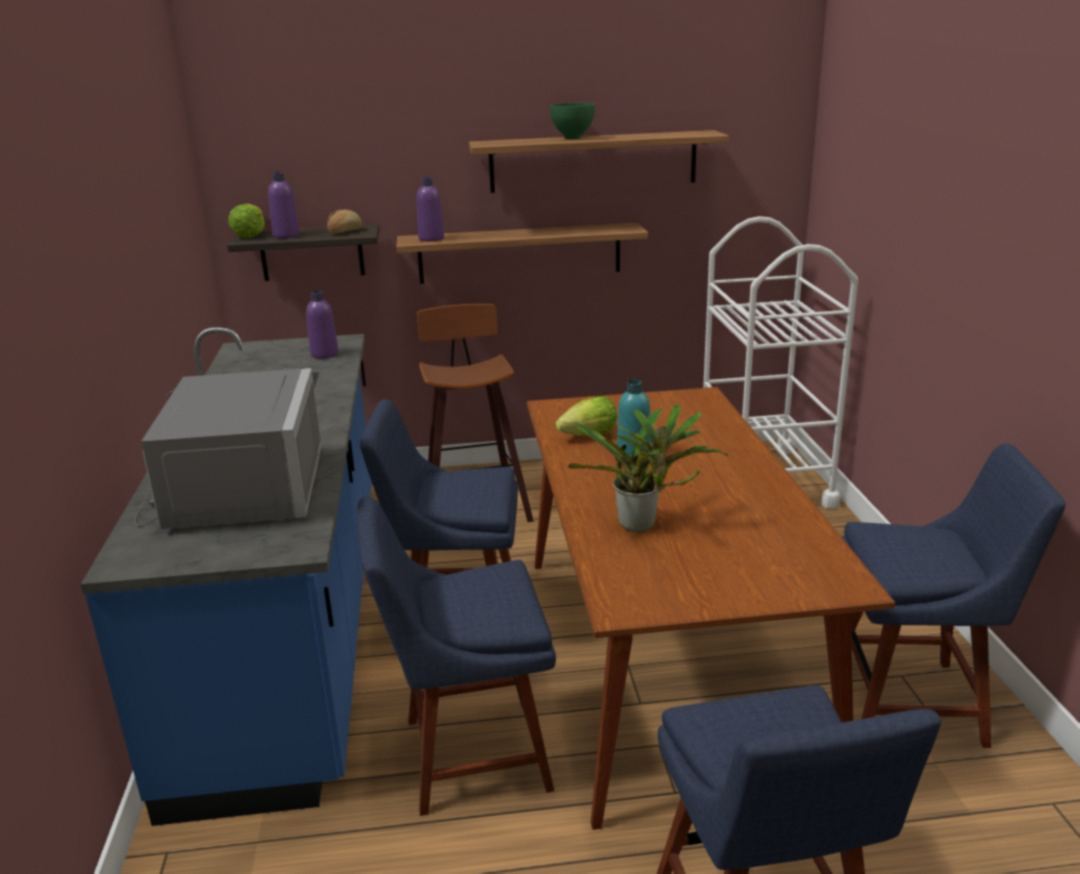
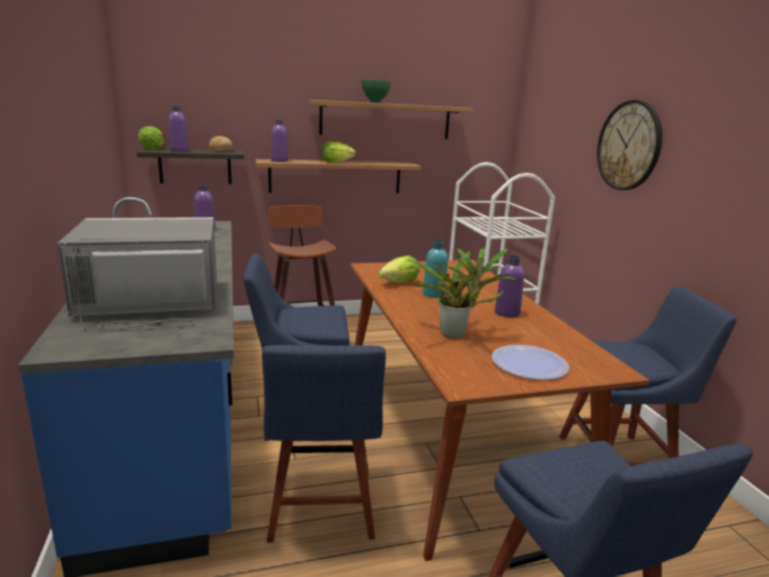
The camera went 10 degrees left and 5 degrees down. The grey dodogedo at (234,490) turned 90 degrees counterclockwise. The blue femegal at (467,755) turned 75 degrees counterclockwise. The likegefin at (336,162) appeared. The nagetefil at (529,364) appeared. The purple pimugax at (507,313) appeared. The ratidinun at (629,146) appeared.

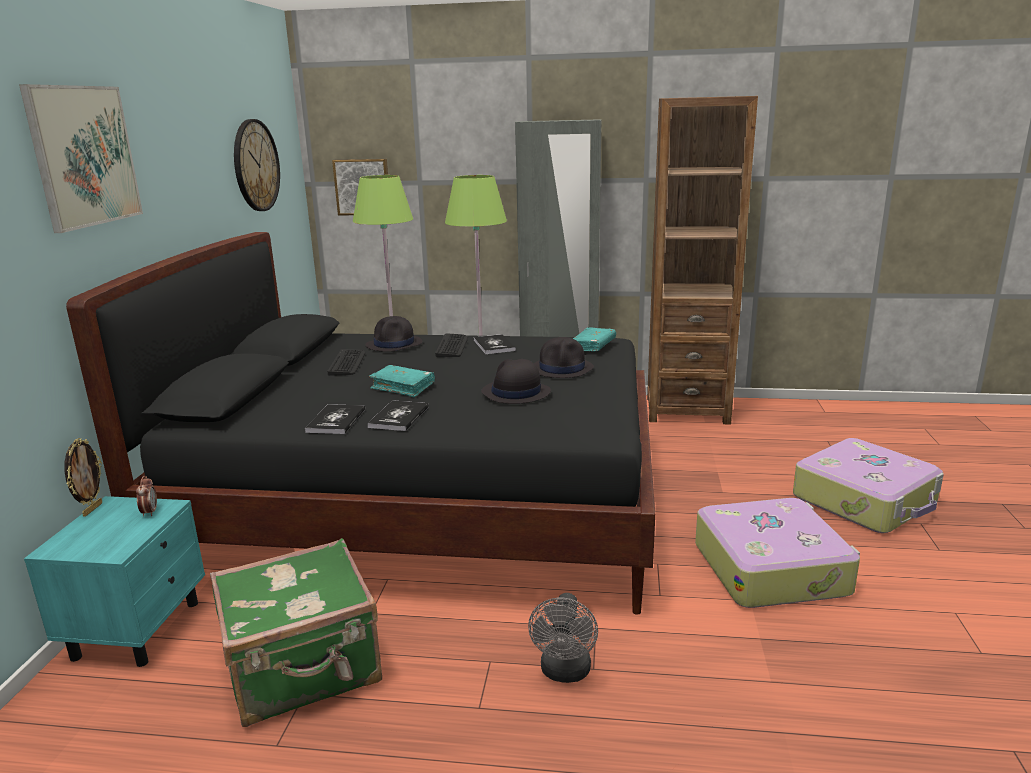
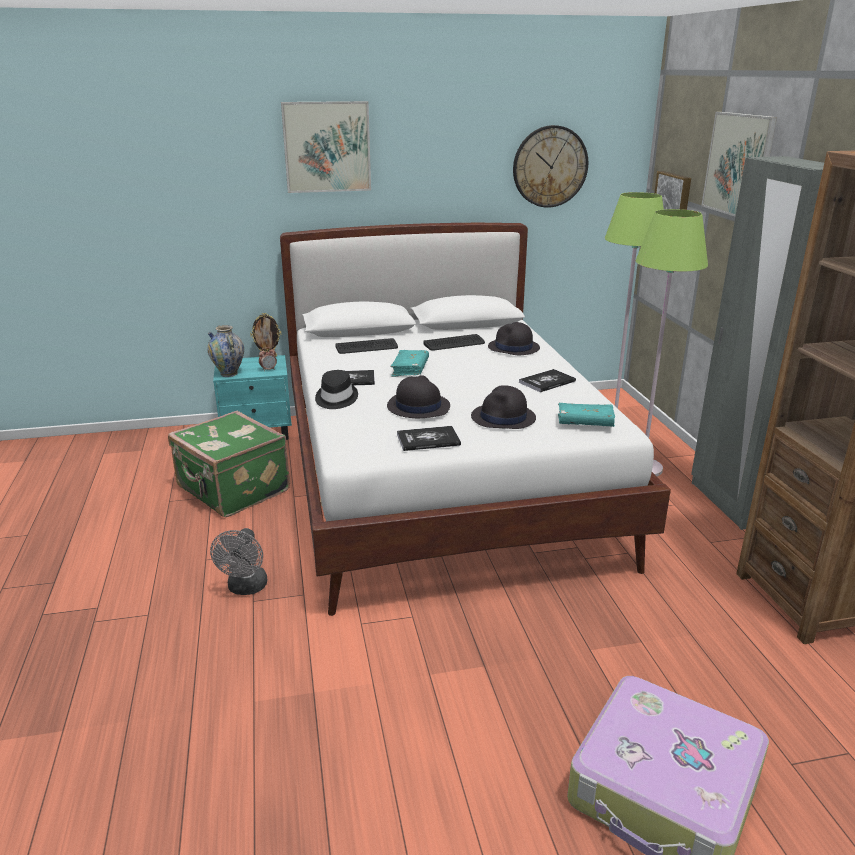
The camera went 70 degrees right and 5 degrees up. The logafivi at (229,374) appeared. The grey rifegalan at (565,673) turned 75 degrees counterclockwise. The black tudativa at (425,506) became the white tudativa at (443,482). The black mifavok at (335,399) appeared. The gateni moved from (452,346) to (367,347). The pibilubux moved from (336,420) to (428,440). The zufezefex at (738,165) appeared. The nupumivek at (771,568) disappeared.

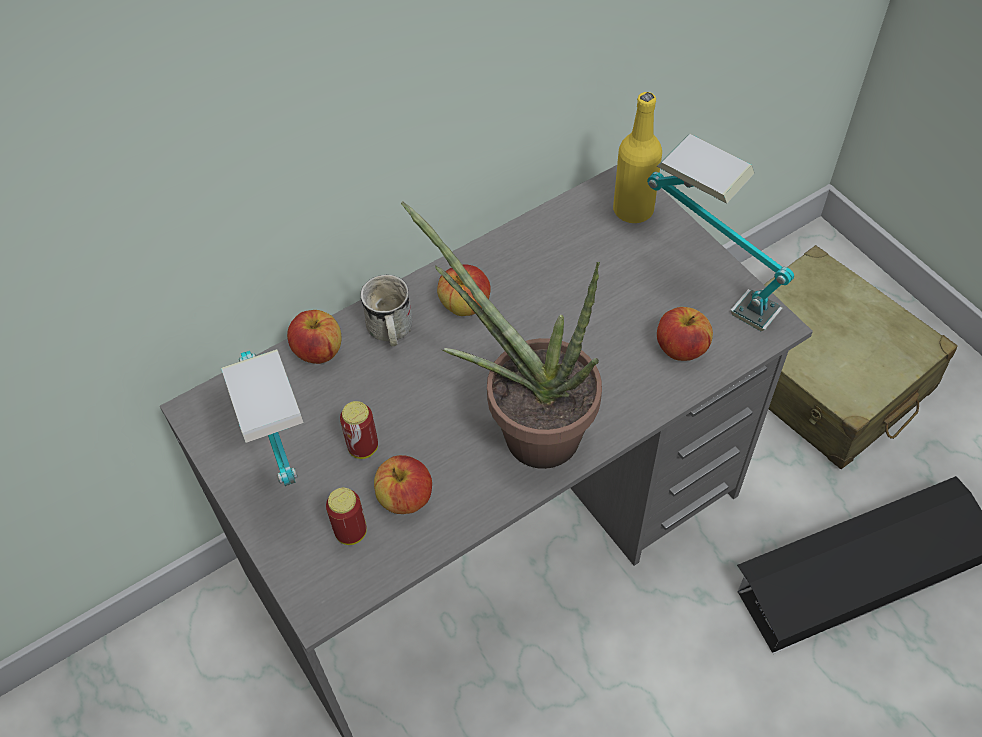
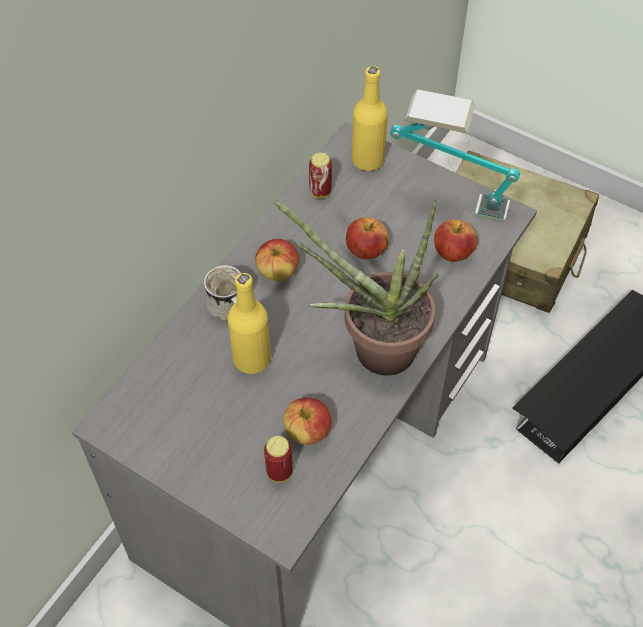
The camera went 25 degrees left and 0 degrees up. The yellow pimugax at (252,359) appeared. The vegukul moved from (363,447) to (320,192). The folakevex moved from (318,351) to (366,250). The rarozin at (286,462) disappeared.

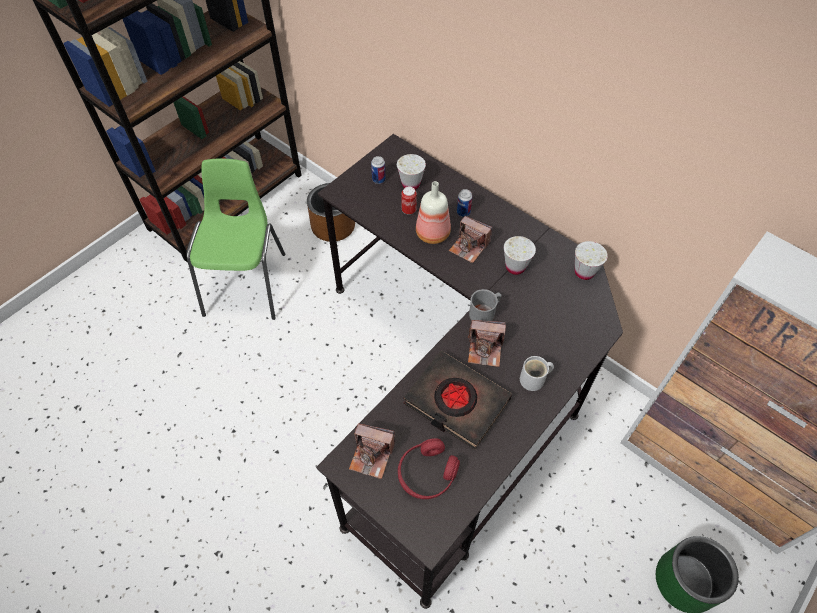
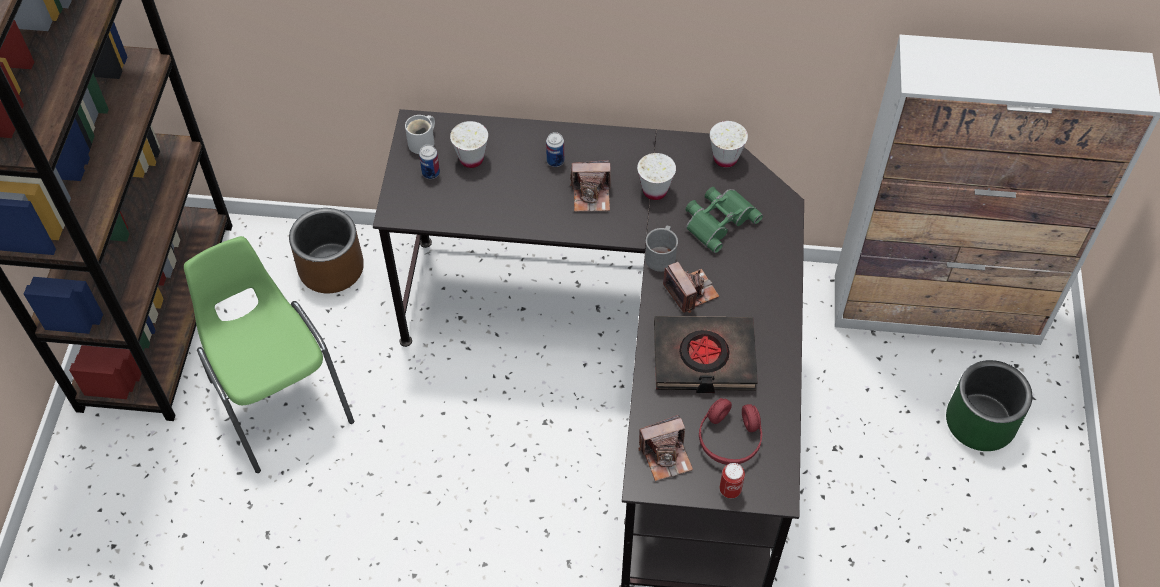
The camera went 35 degrees left and 0 degrees up. The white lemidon moved from (534,380) to (423,142). The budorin at (485,349) turned 90 degrees counterclockwise. The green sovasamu at (718,220) appeared. The vegukul moved from (409,210) to (730,489). The pimugax at (432,233) disappeared.

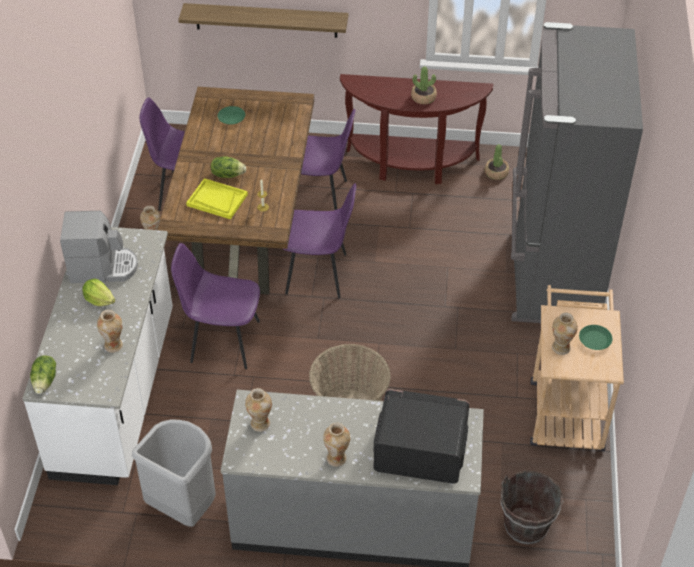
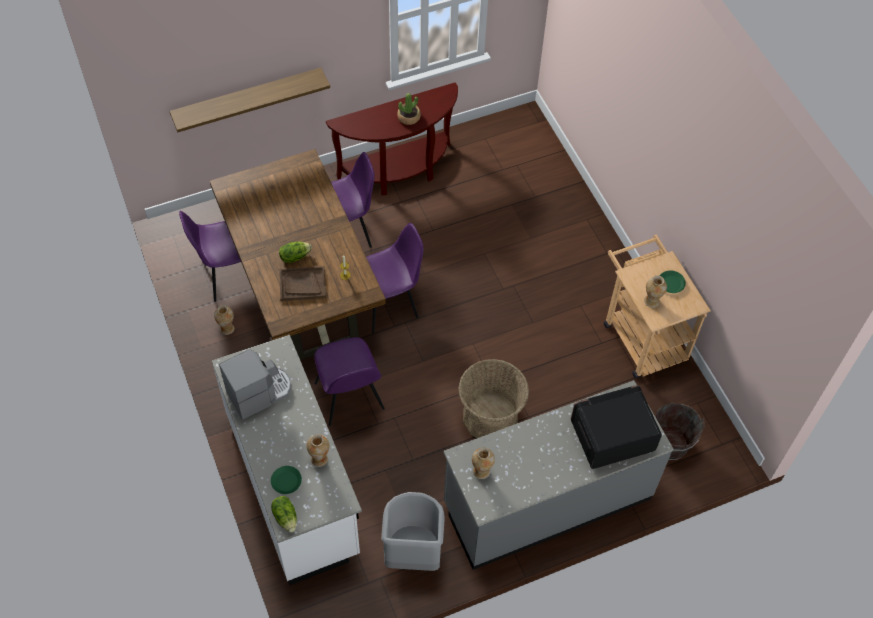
The camera went 30 degrees left and 10 degrees up. The green nagetefil moved from (231,118) to (286,481). The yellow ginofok at (217,200) became the brown ginofok at (302,285). The purple femegal at (223,341) turned 90 degrees counterclockwise. The likegefin at (99,300) disappeared. The logafivi at (336,458) disappeared. The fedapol at (496,173) disappeared. The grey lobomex at (551,275) disappeared.

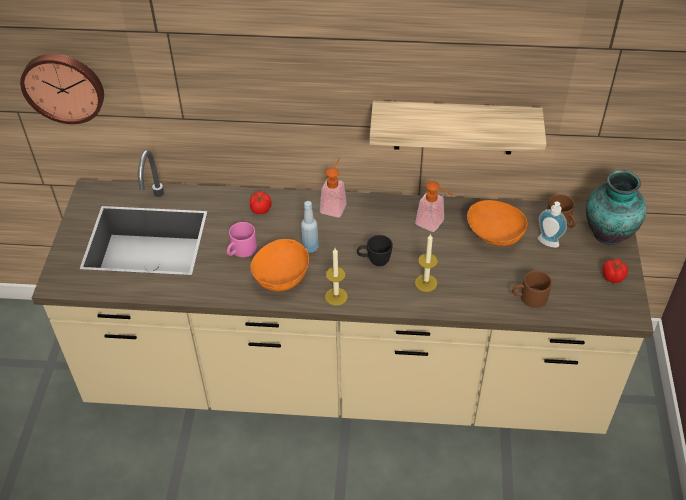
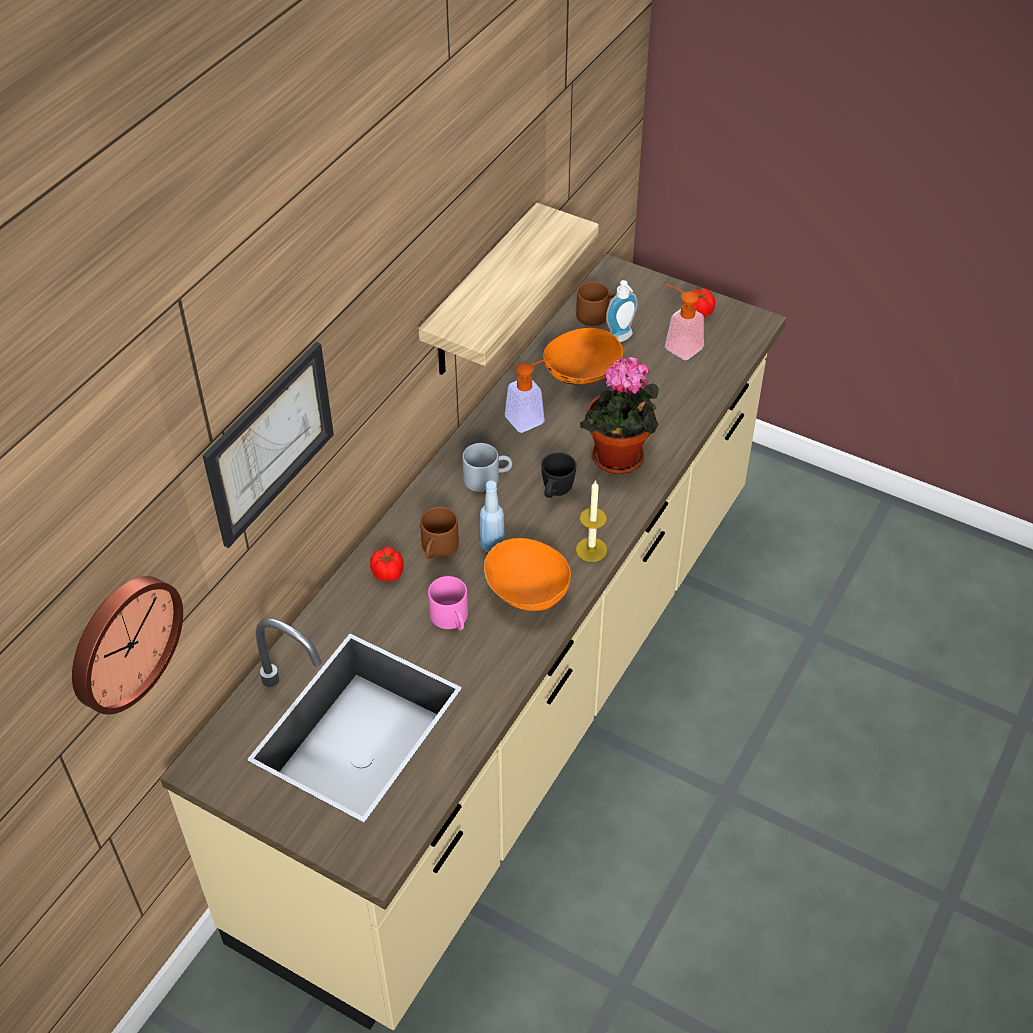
The camera went 65 degrees left and 0 degrees up. The zufezefex at (269,443) appeared. The brown lemidon moved from (529,298) to (438,549). The grey lemidon at (487,477) appeared. The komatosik at (426,283) was replaced by the fedapol at (618,461). The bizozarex moved from (334,205) to (678,345). The logafivi at (607,234) disappeared.

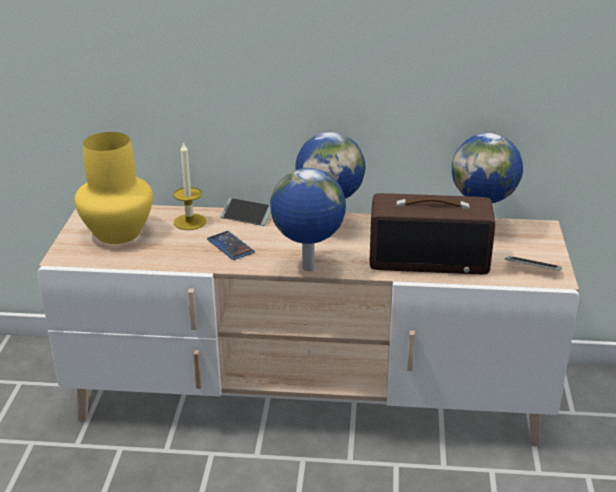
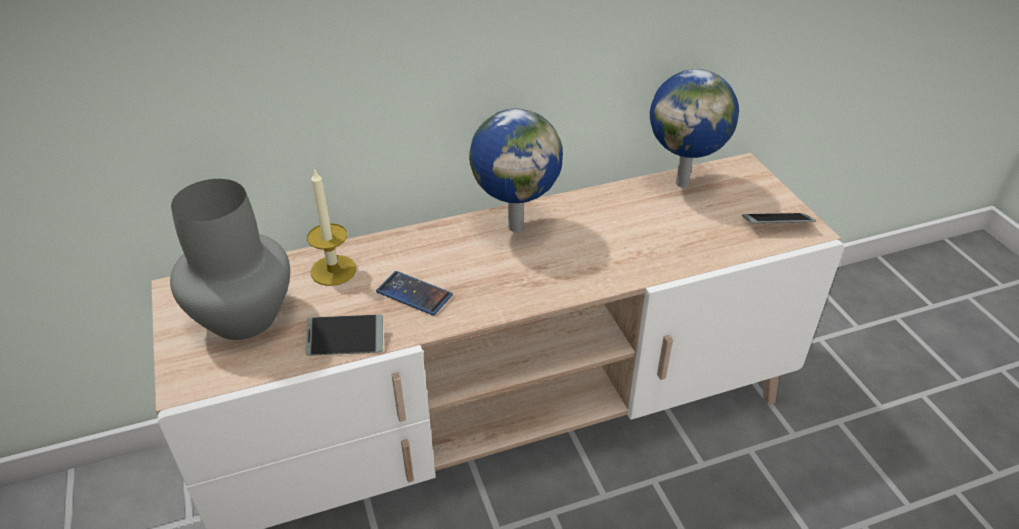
The camera went 25 degrees left and 10 degrees up. The yellow logafivi at (118,233) became the grey logafivi at (244,318). The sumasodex moved from (247,216) to (345,341). The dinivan at (308,268) disappeared. The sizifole at (429,259) disappeared.

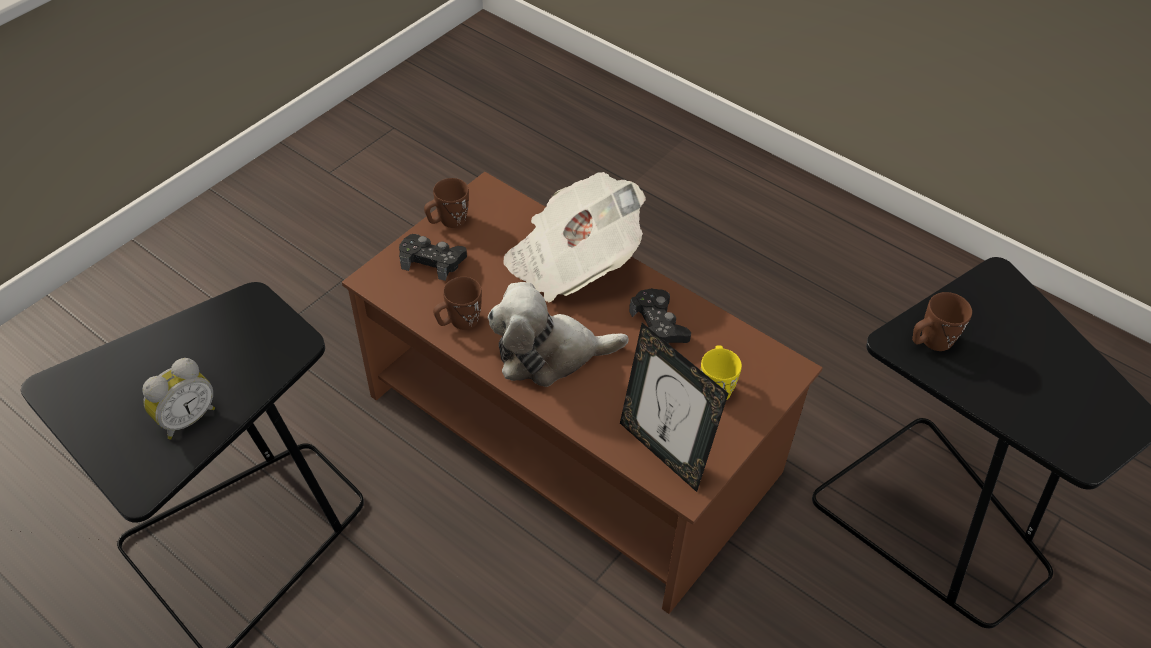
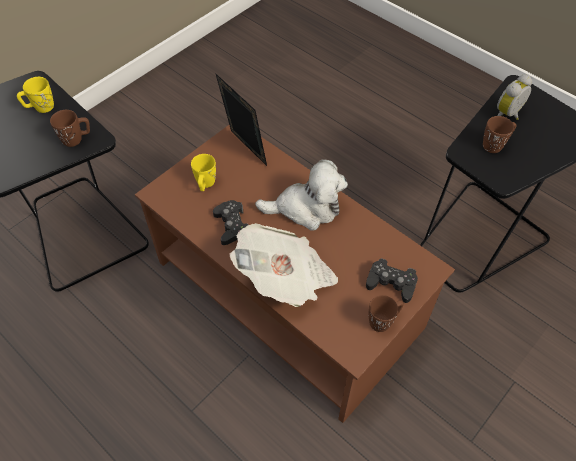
The camera went 175 degrees left and 5 degrees up. The yellow lemidon at (40,107) appeared. The brown lemidon moved from (459,322) to (495,145).

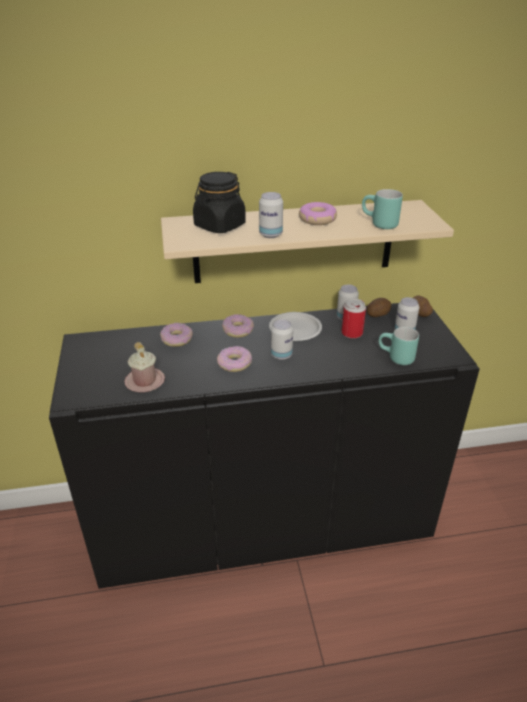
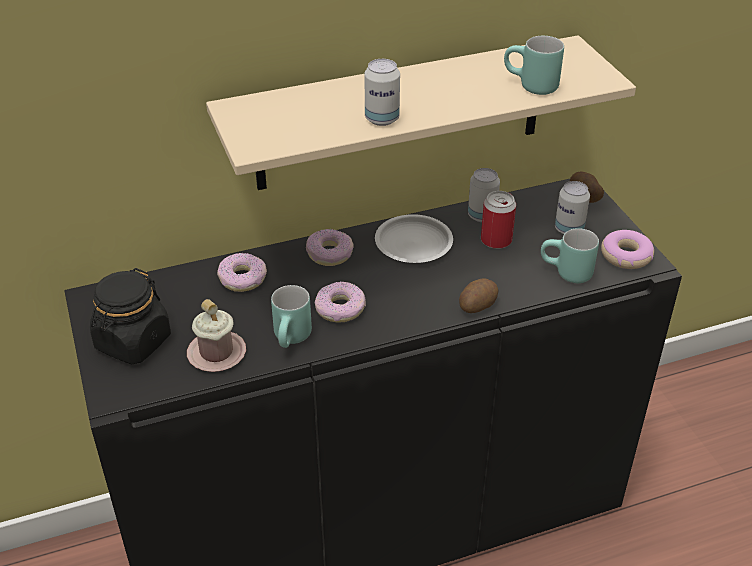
The camera went 10 degrees left and 5 degrees up. The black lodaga moved from (219,226) to (133,342). The turquoise lemidon at (293,339) appeared. The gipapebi moved from (377,314) to (477,305). The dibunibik moved from (317,219) to (626,256). The vegukul at (281,355) disappeared.

